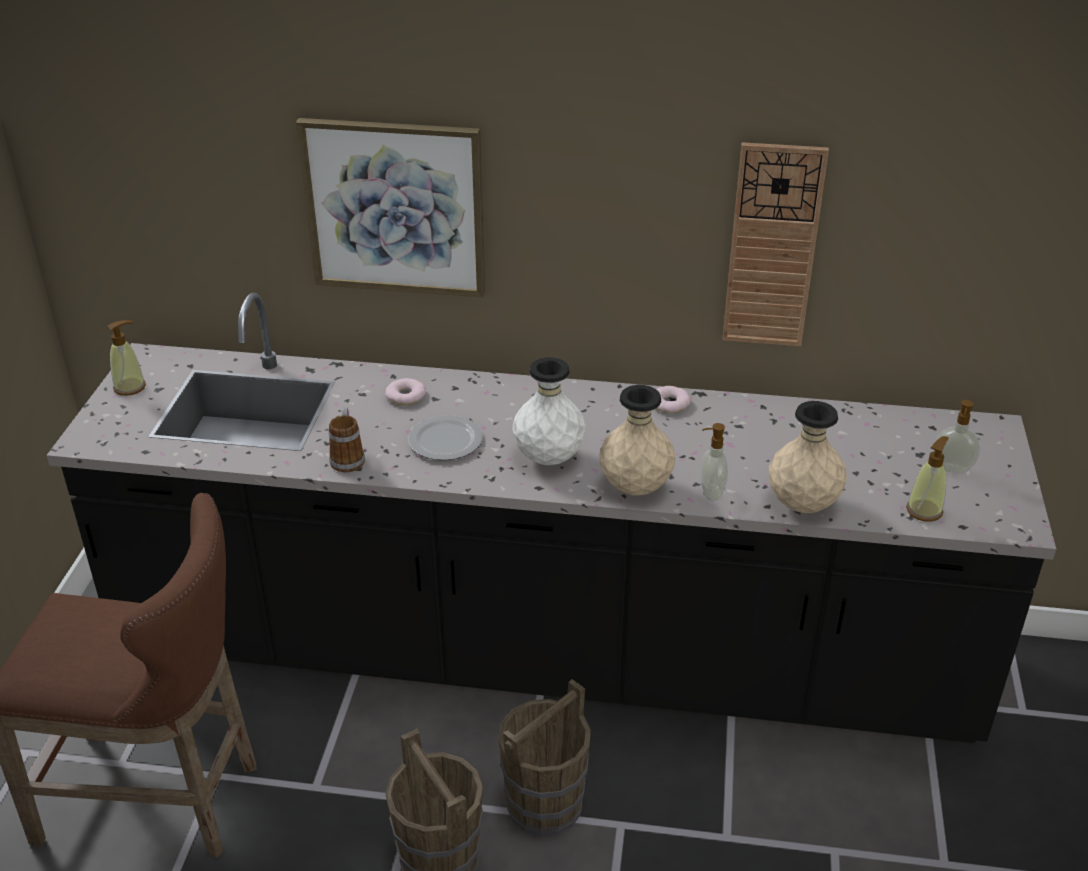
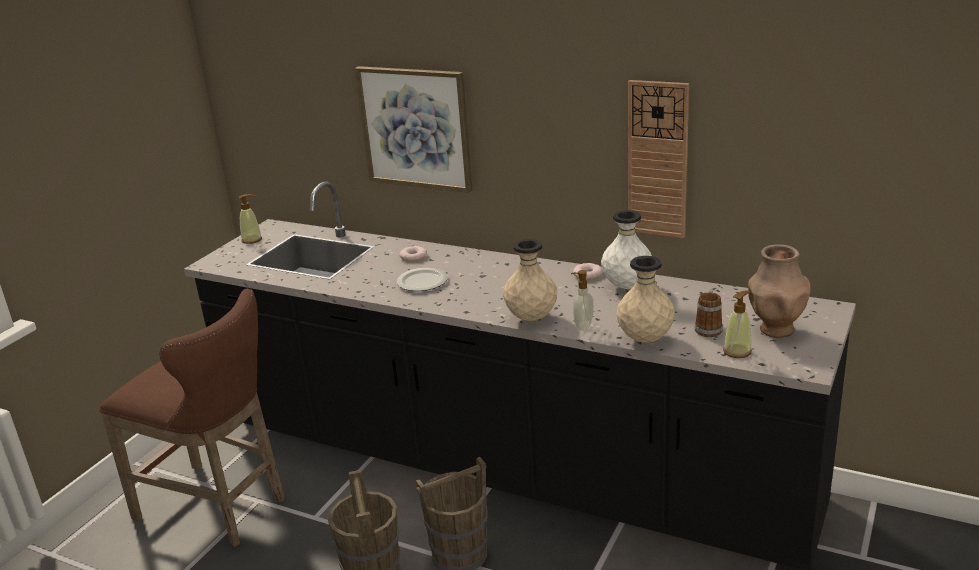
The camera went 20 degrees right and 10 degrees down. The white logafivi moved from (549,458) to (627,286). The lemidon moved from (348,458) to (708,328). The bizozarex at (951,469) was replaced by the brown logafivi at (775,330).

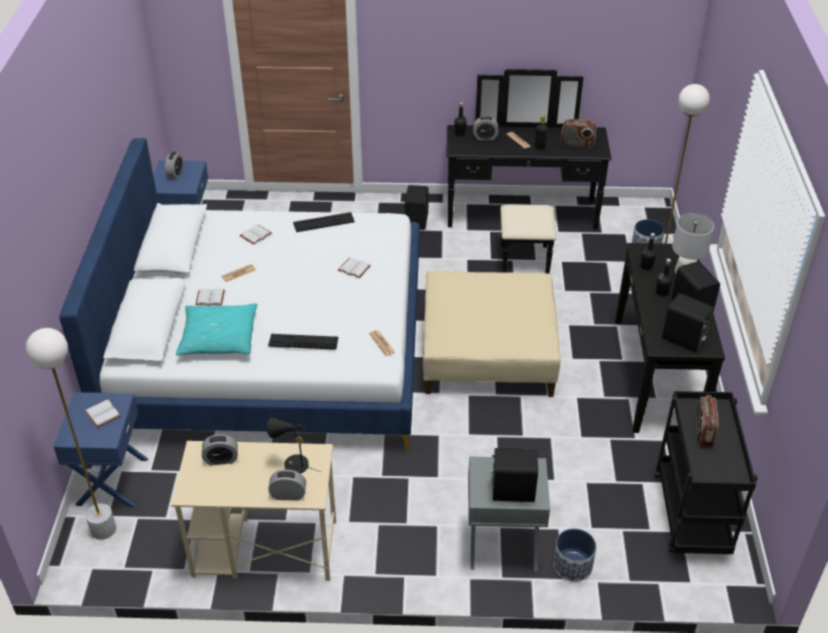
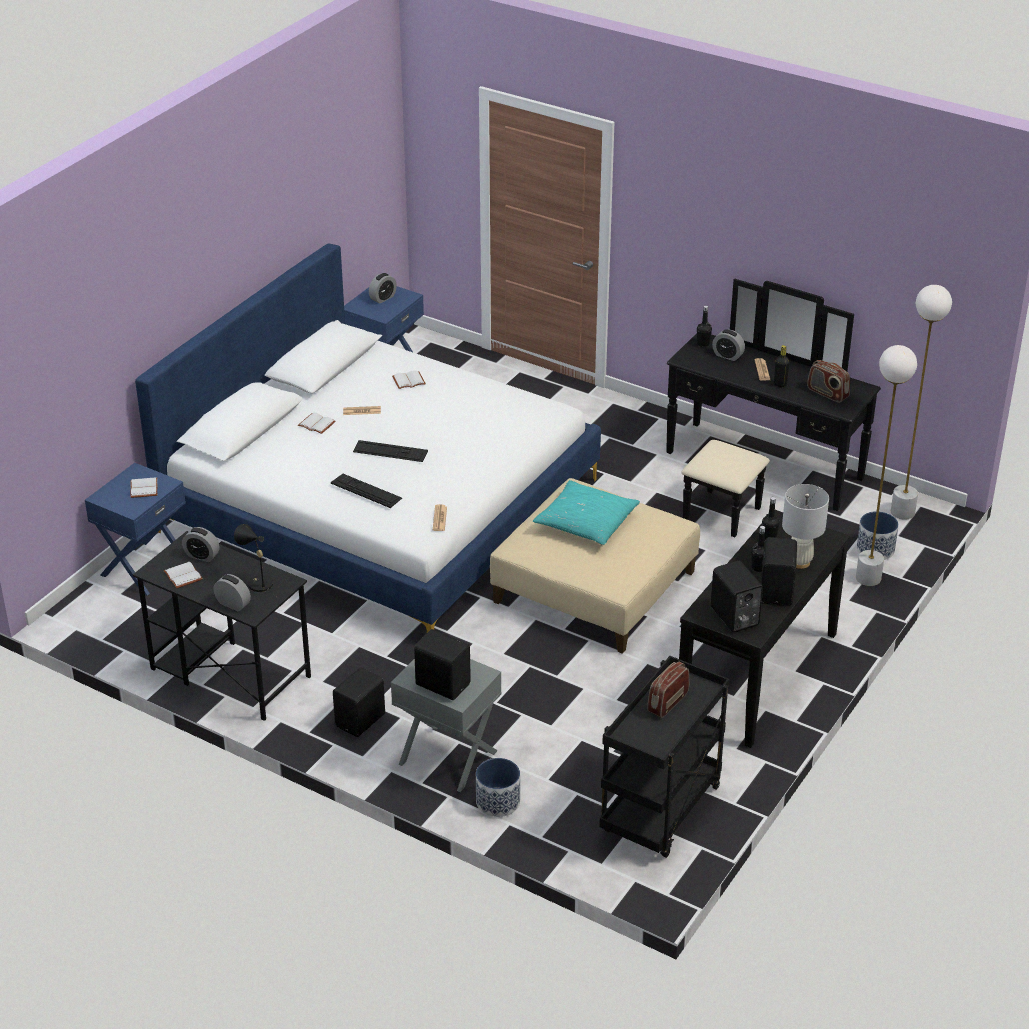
The camera went 30 degrees right and 5 degrees down. The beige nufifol at (264,549) became the black nufifol at (229,672). The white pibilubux moved from (353,269) to (182,576). The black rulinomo moved from (417,221) to (362,721). The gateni moved from (323,222) to (390,451). The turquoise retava moved from (219,338) to (586,522). The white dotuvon moved from (103,529) to (902,512).

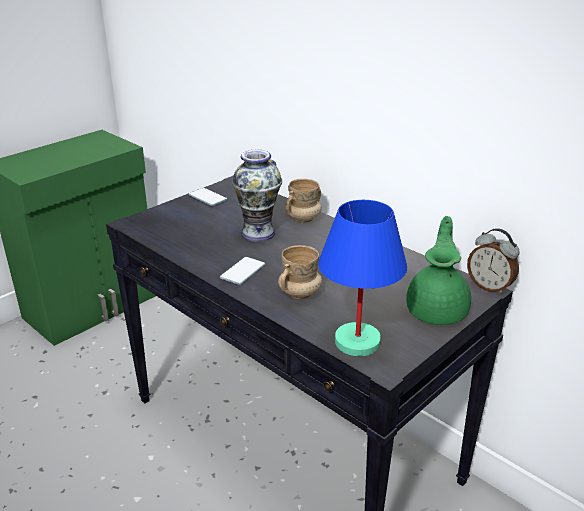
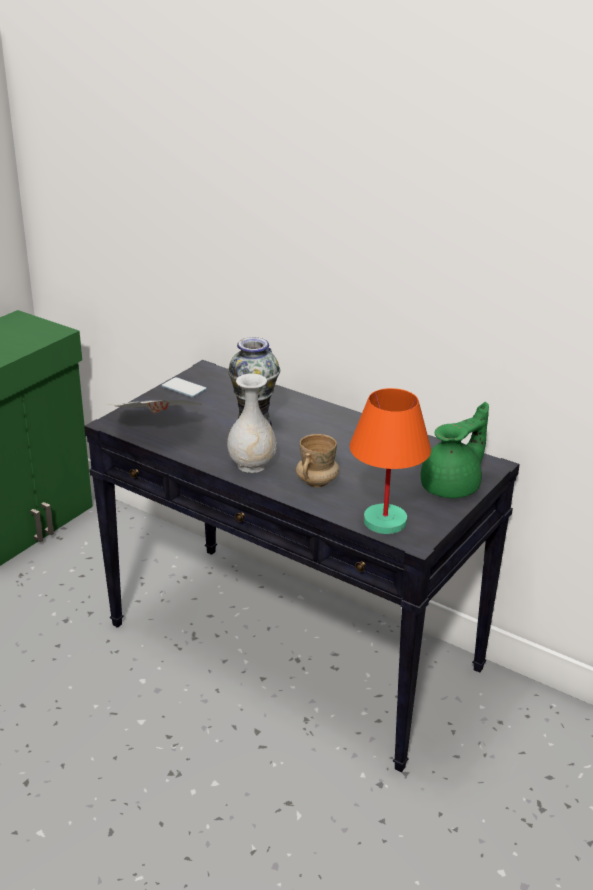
The camera went 10 degrees left and 0 degrees up. The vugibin at (157,426) appeared. The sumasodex at (242,272) was replaced by the white logafivi at (252,465). The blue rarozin at (358,342) became the orange rarozin at (386,522). The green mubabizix at (437,310) turned 45 degrees clockwise. The beige lemidon at (303,219) disappeared. The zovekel at (489,287) disappeared.

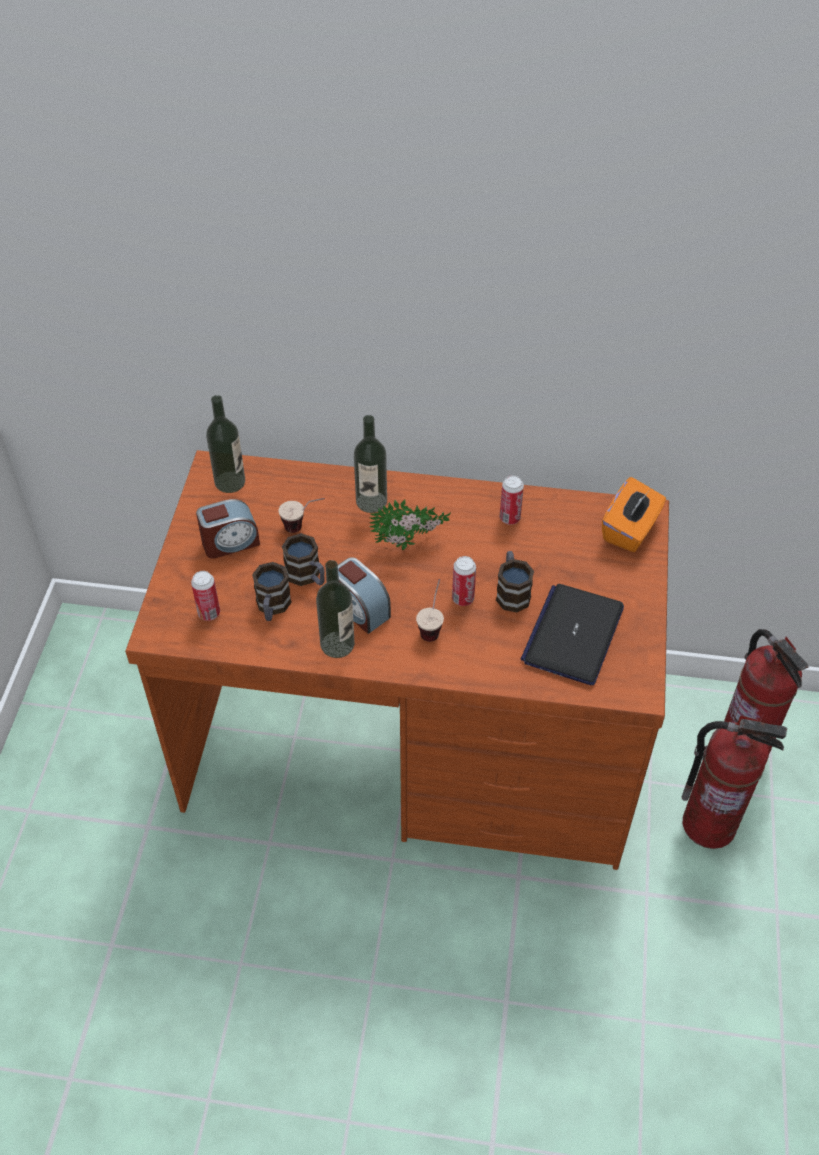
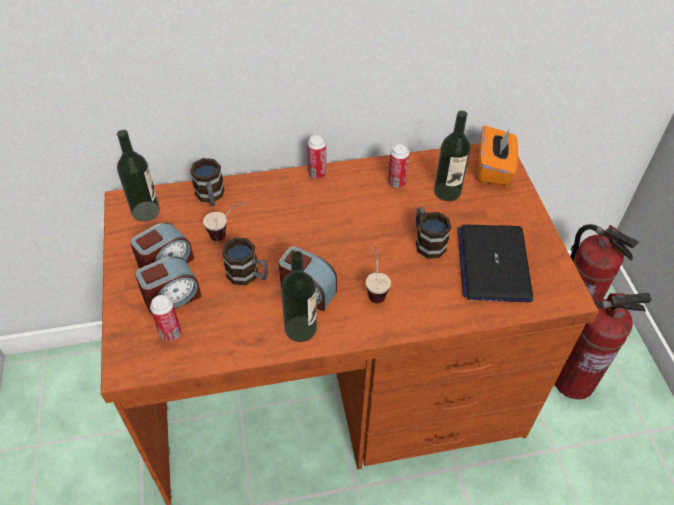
The camera went 20 degrees left and 0 degrees up. The zovekel at (172,297) appeared. The lemidon moved from (272,607) to (210,196). The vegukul moved from (463,598) to (317,173). The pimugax moved from (371,501) to (447,191). The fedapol at (410,545) disappeared.

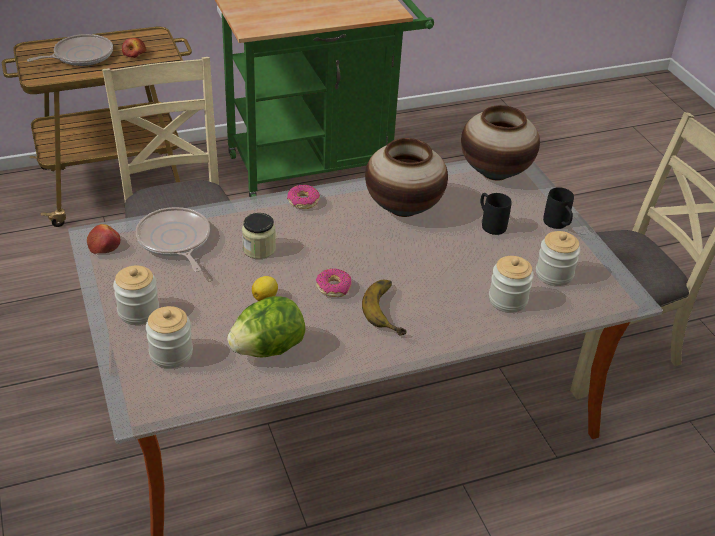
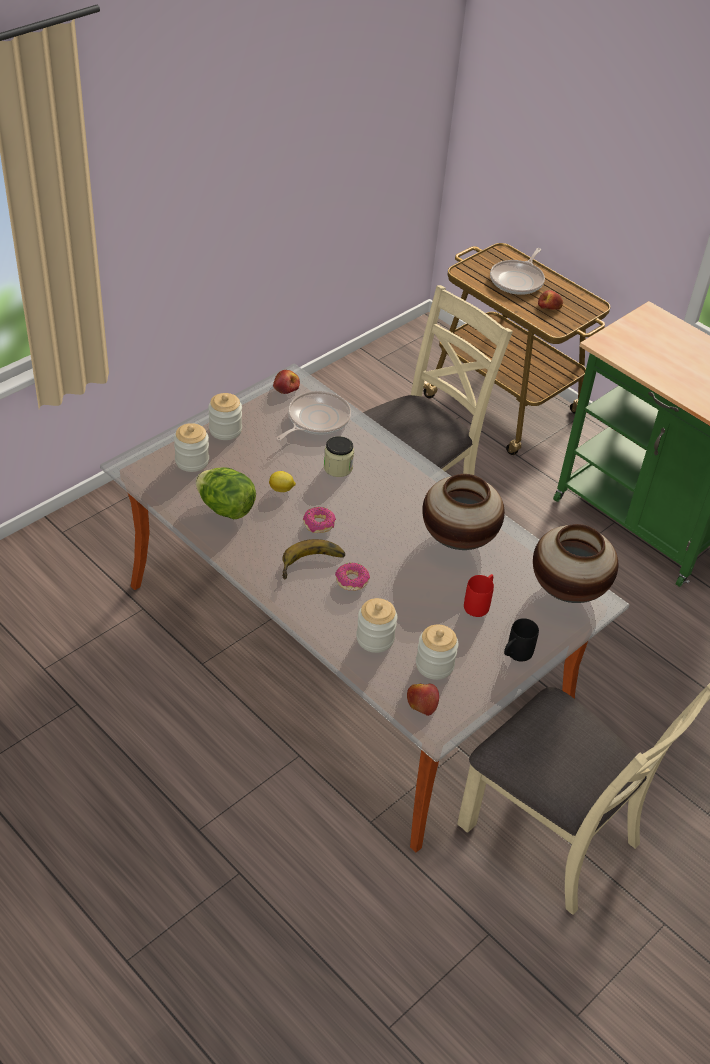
The camera went 65 degrees right and 5 degrees up. The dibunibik moved from (303,201) to (352,580). The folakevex at (422,702) appeared. The black lemidon at (490,224) became the red lemidon at (479,603). The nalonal at (80,56) turned 90 degrees clockwise.

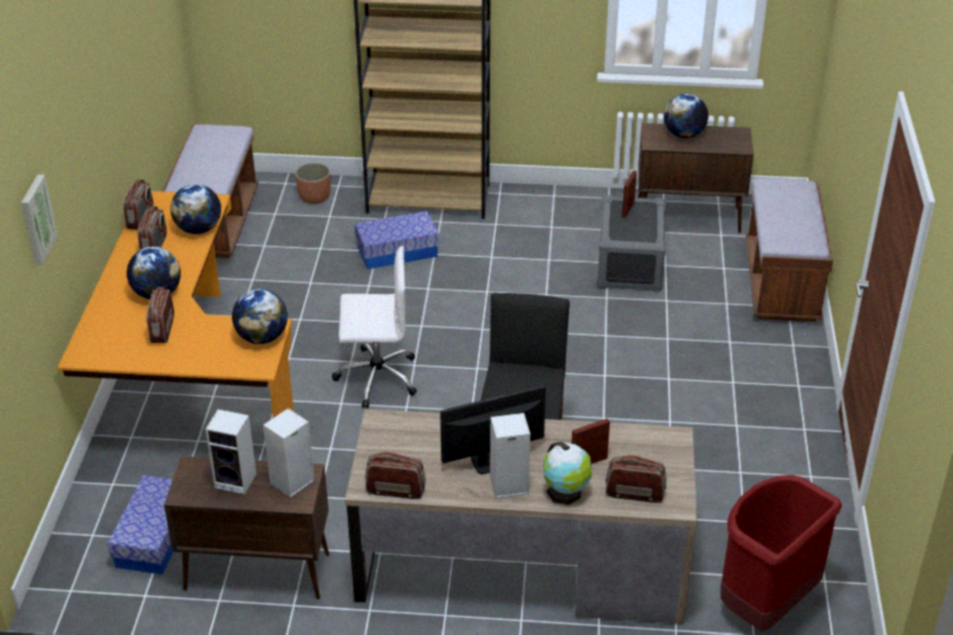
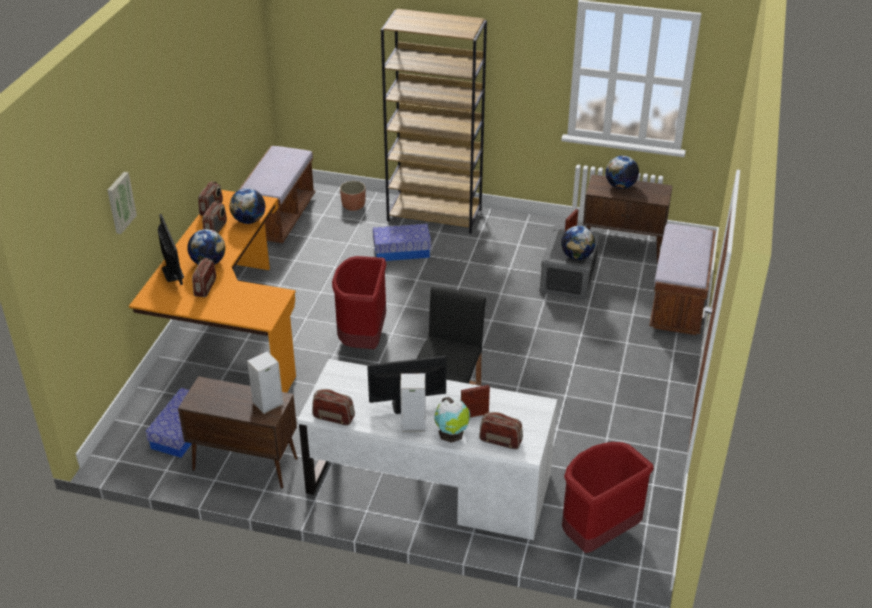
The camera went 10 degrees right and 0 degrees up. The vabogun at (172,273) appeared. The brown nufifol at (521,565) became the white nufifol at (429,484). The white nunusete at (376,377) was replaced by the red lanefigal at (362,339). The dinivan moved from (262,338) to (576,256). The rulinomo at (237,480) disappeared.

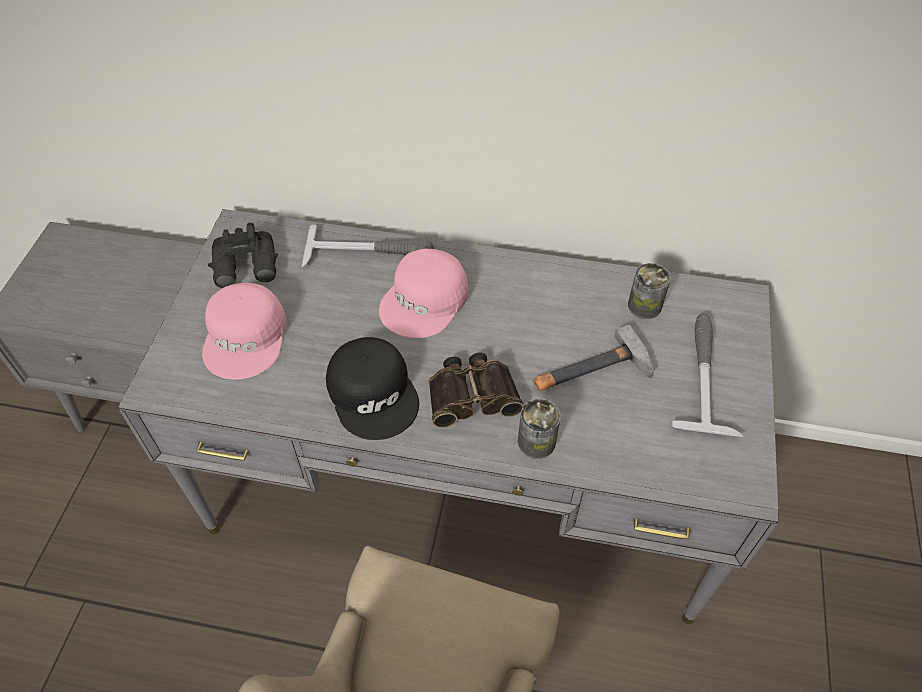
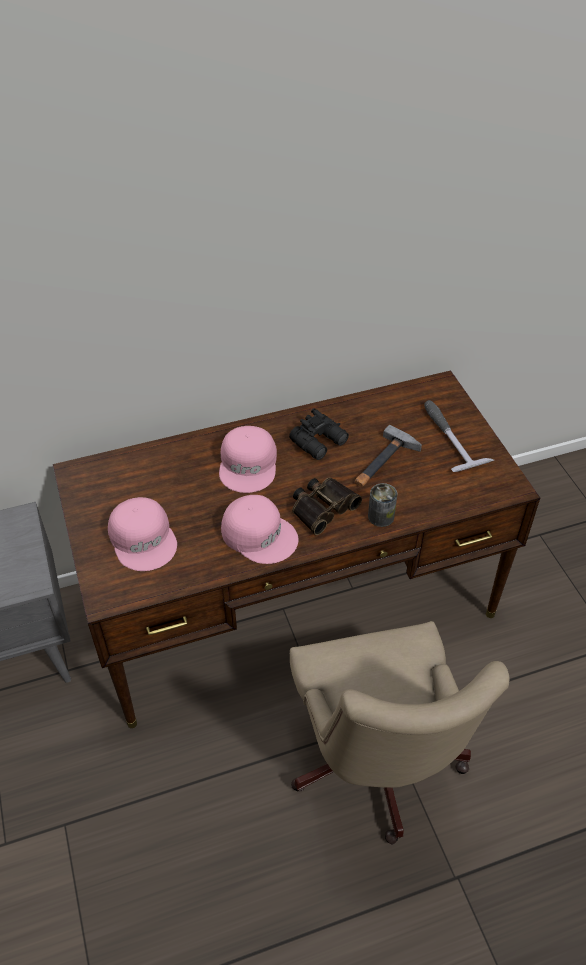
The camera went 30 degrees left and 5 degrees down. The grey nufifol at (462,481) became the brown nufifol at (292,602). The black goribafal at (374,393) became the pink goribafal at (259,534). The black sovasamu moved from (247,268) to (320,442). The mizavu at (370,252) disappeared. The vegukul at (644,306) disappeared.

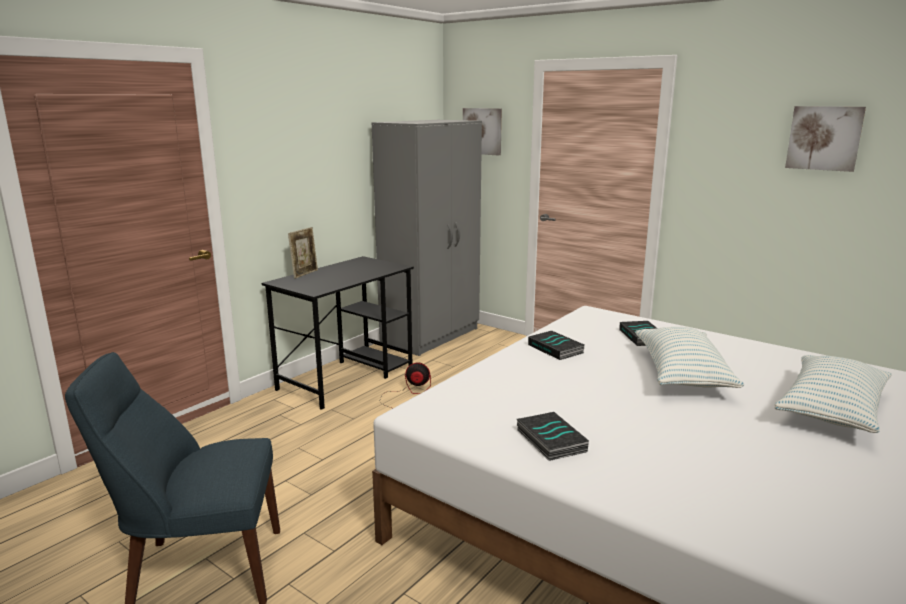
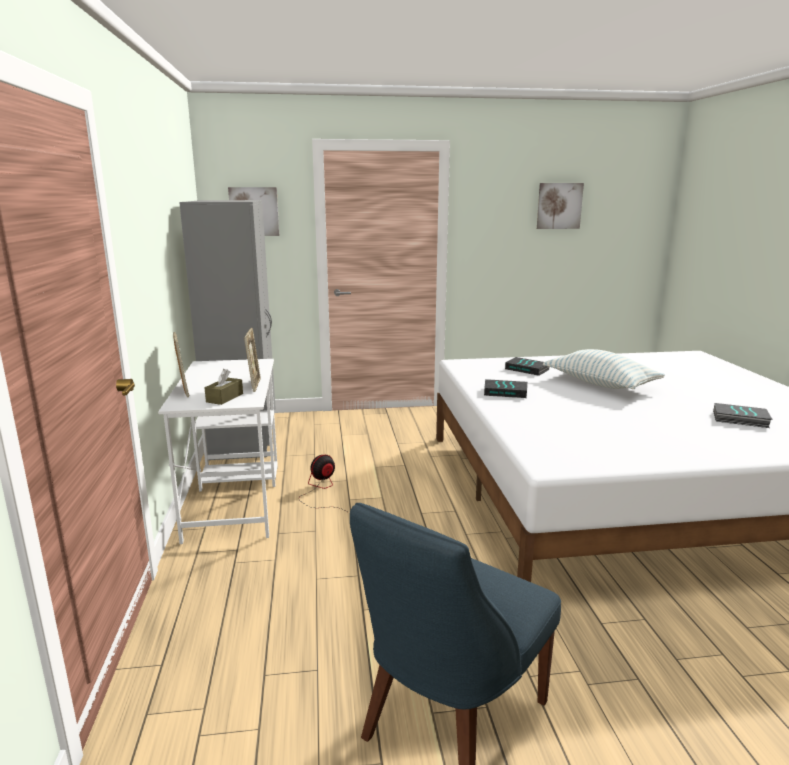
The camera went 45 degrees left and 0 degrees up. The black nufifol at (347,377) became the white nufifol at (234,500). The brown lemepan at (224,398) appeared. The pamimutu at (255,385) appeared. The pibilubux moved from (549,440) to (739,419). The retava at (831,410) disappeared.

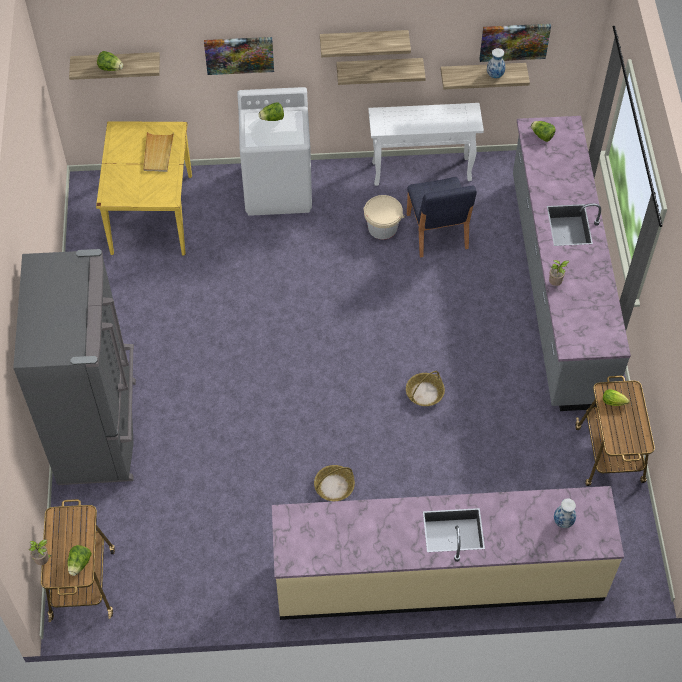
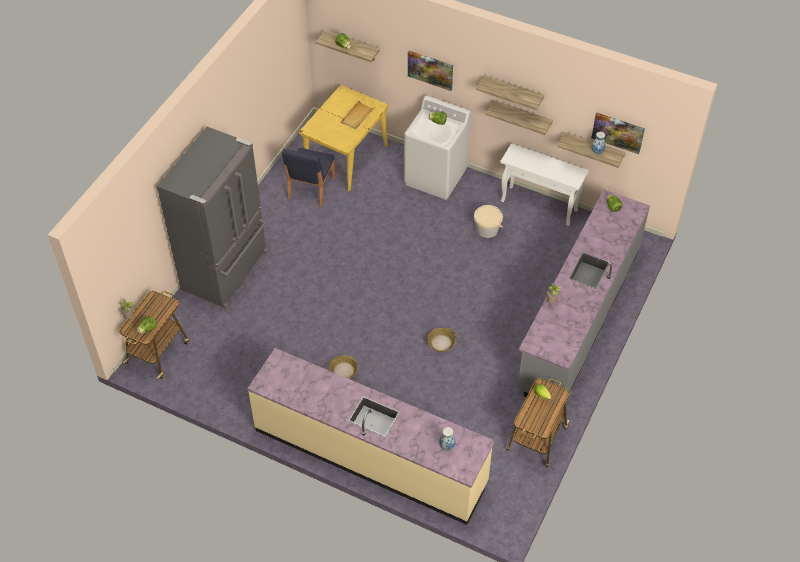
The camera went 30 degrees right and 5 degrees down. The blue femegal moved from (437,232) to (310,188).

